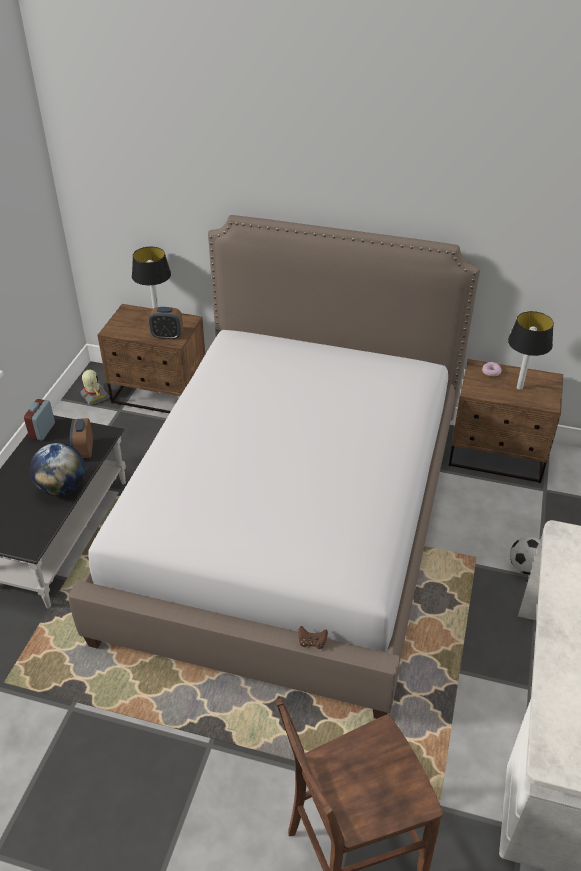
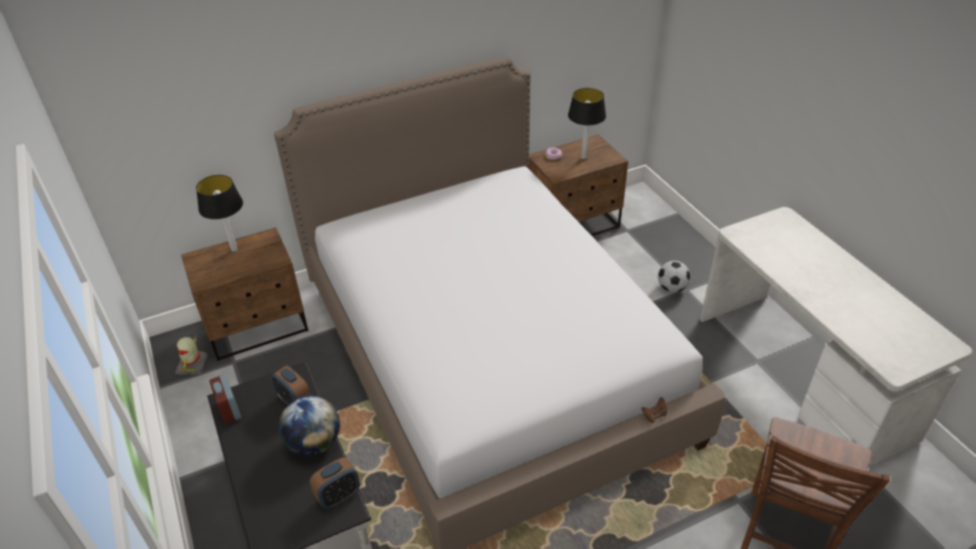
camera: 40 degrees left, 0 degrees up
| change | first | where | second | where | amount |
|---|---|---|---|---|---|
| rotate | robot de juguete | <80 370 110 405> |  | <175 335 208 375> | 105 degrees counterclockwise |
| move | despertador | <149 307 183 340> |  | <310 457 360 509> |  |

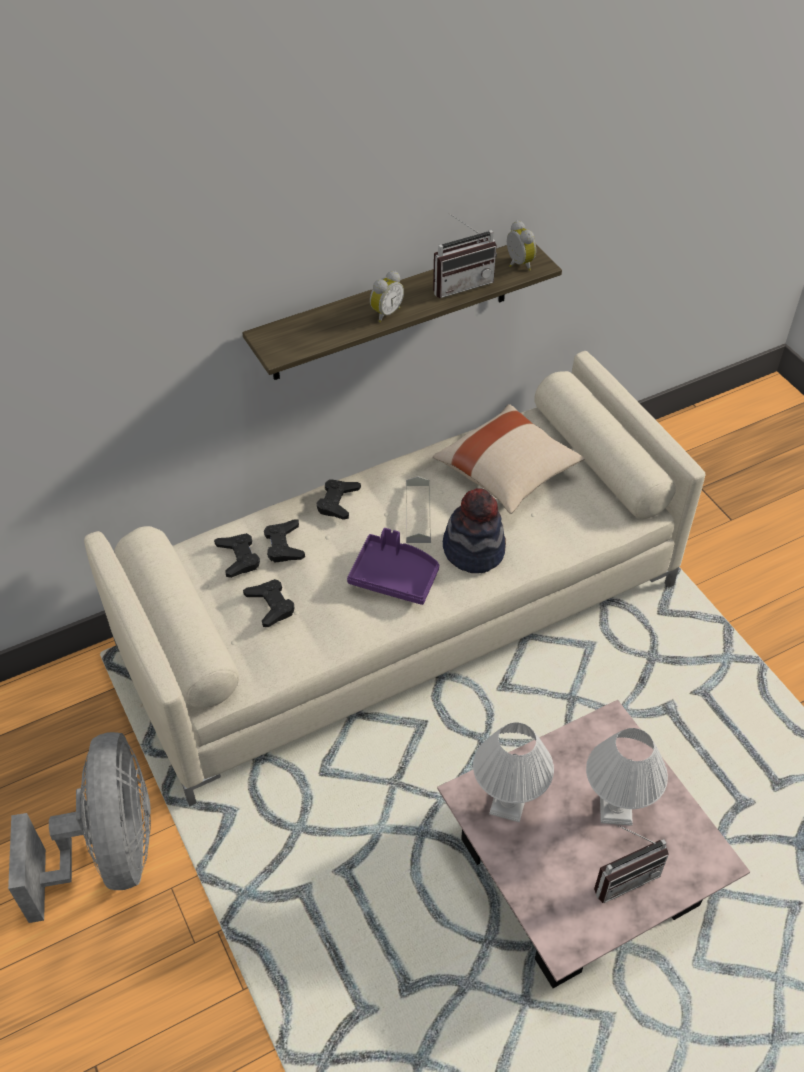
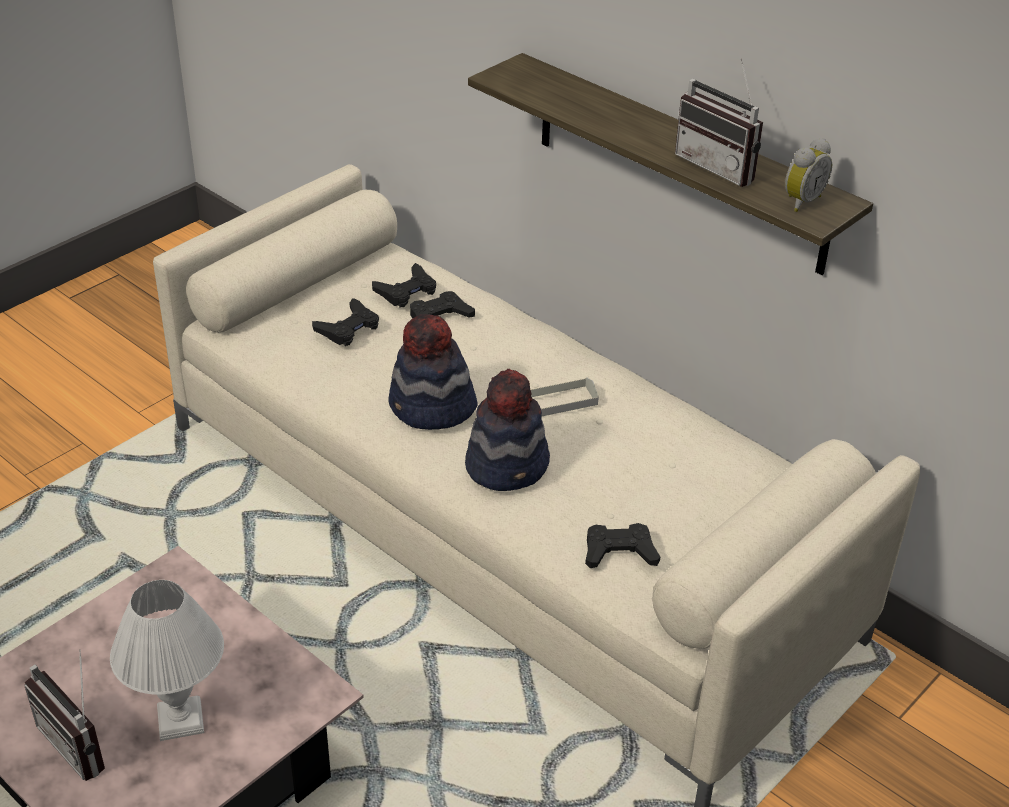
camera: 70 degrees right, 10 degrees down
| change | first | where | second | where | amount |
|---|---|---|---|---|---|
| delete | ventilador (gris) | <8 732 151 923> |  |  |  |
| move | mando de consola (negro) | <317 479 361 520> |  | <585 523 660 568> |  |
| replace | bandeja (morado) | <347 528 439 605> | sombrero | <388 314 477 430> |  |
| delete | despertador | <370 271 404 322> |  |  |  |
| delete | cojín (beis) | <433 404 585 514> |  |  |  |
| delete | lámpara de mesa (blanco) | <473 722 554 822> |  |  |  |

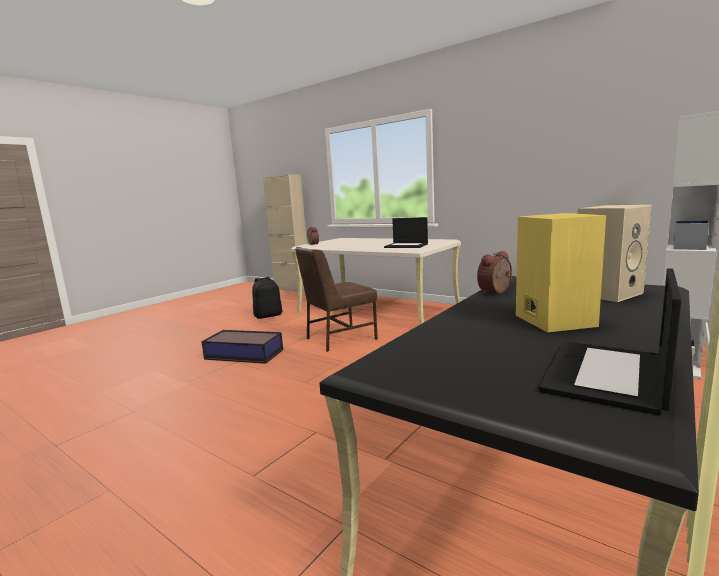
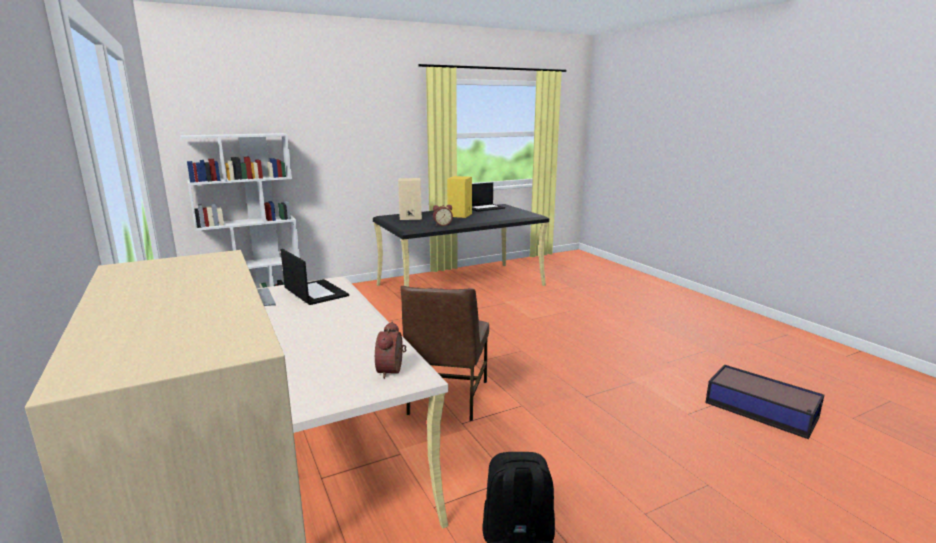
camera: 155 degrees left, 5 degrees up
| change | first | where | second | where | amount |
|---|---|---|---|---|---|
| move | caja de almacenaje | <201 330 283 364> |  | <705 365 824 439> |  |
| rotate | silla (marrón) | <295 247 378 352> |  | <400 286 489 421> | 105 degrees clockwise |

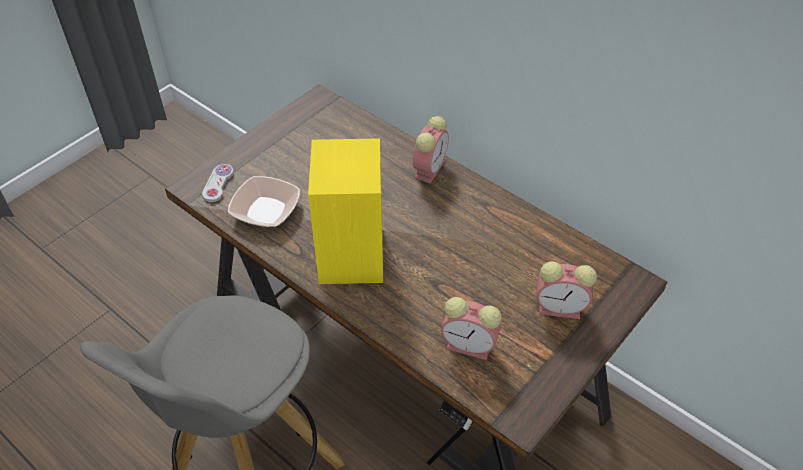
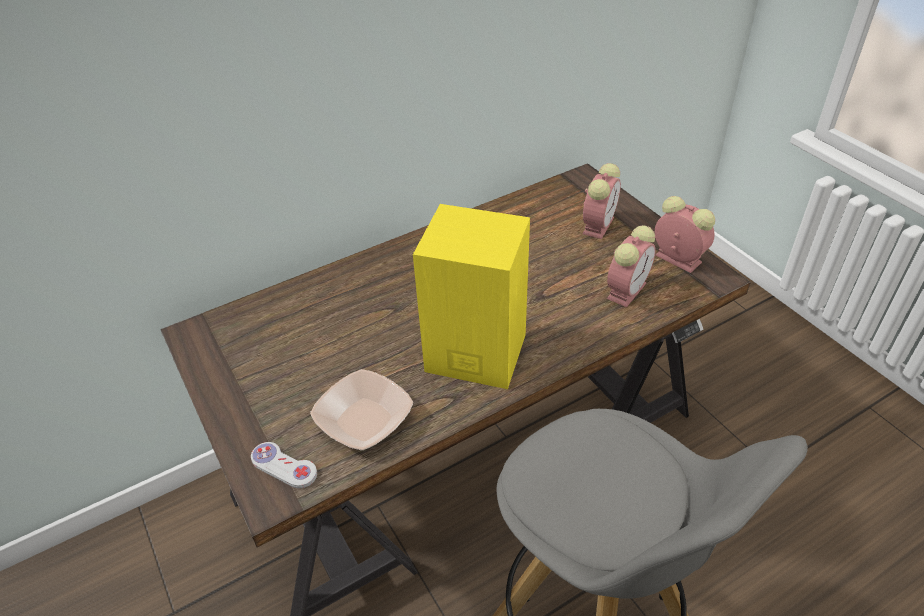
camera: 70 degrees left, 5 degrees down
| change | first | where | second | where | amount |
|---|---|---|---|---|---|
| move | despertador | <413 116 449 184> |  | <655 196 715 273> |  |

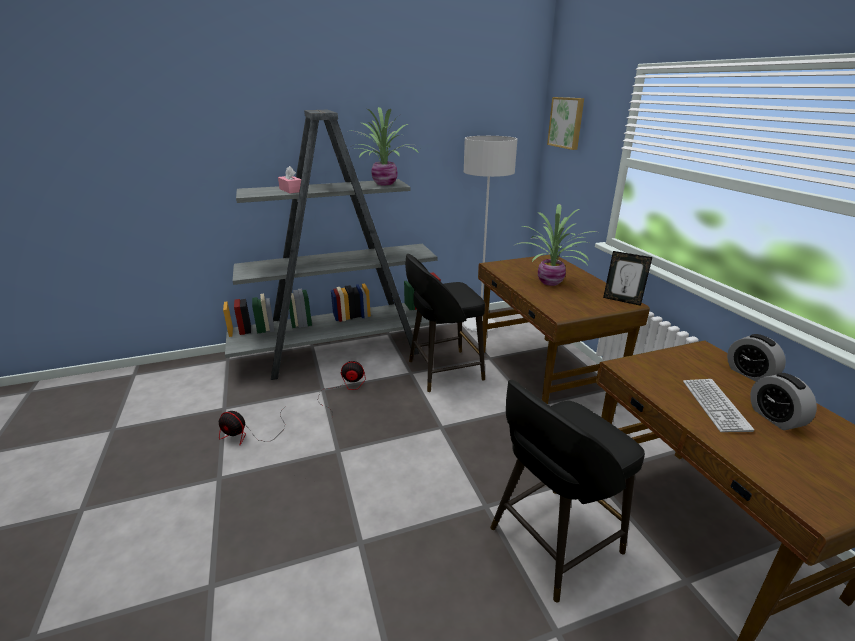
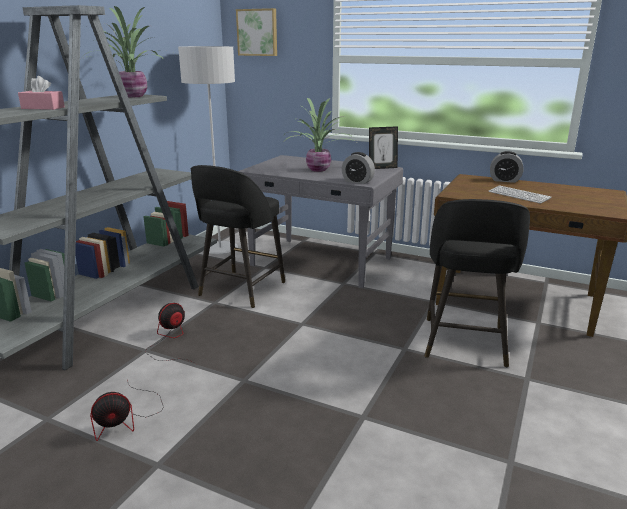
camera: 45 degrees left, 5 degrees down
| change | first | where | second | where | amount |
|---|---|---|---|---|---|
| recolor | escritorio (marrón) | <478 255 650 404> | escritorio (gris) | <238 155 403 288> |  |
| move | despertador | <750 373 817 430> |  | <342 152 375 184> |  |

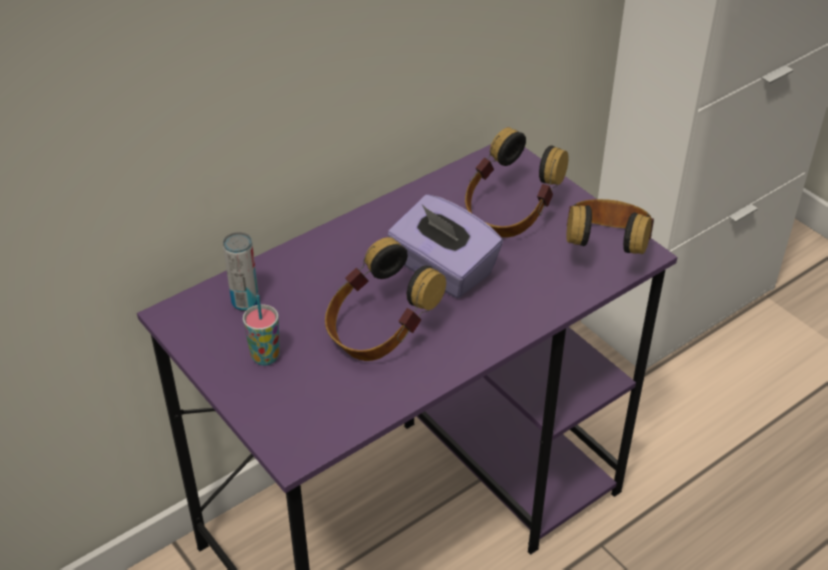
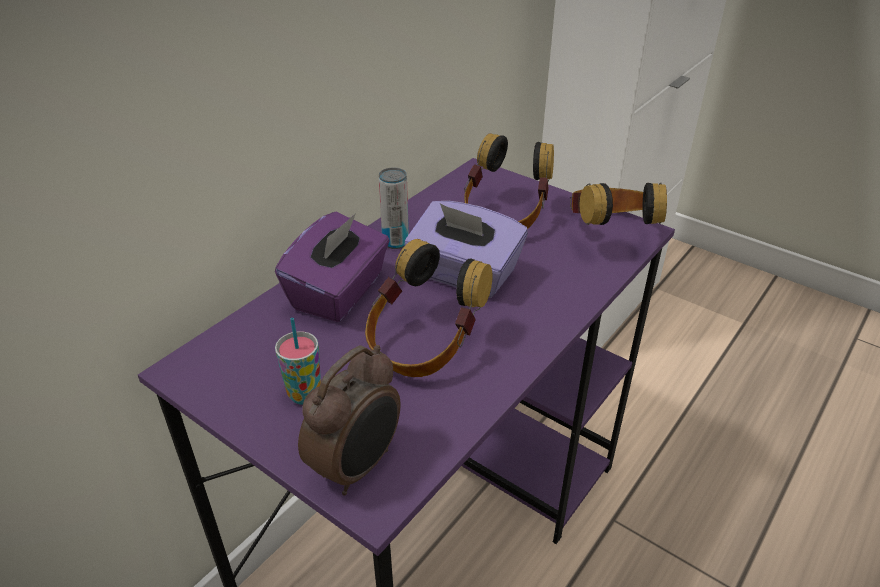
camera: 15 degrees left, 5 degrees down
| change | first | where | second | where | amount |
|---|---|---|---|---|---|
| move | lata | <223 232 259 311> |  | <379 168 409 249> |  |
| insert |  |  | caja de pañuelos (morado) | <275 212 390 322> |  |
| insert |  |  | despertador | <298 345 400 495> |  |

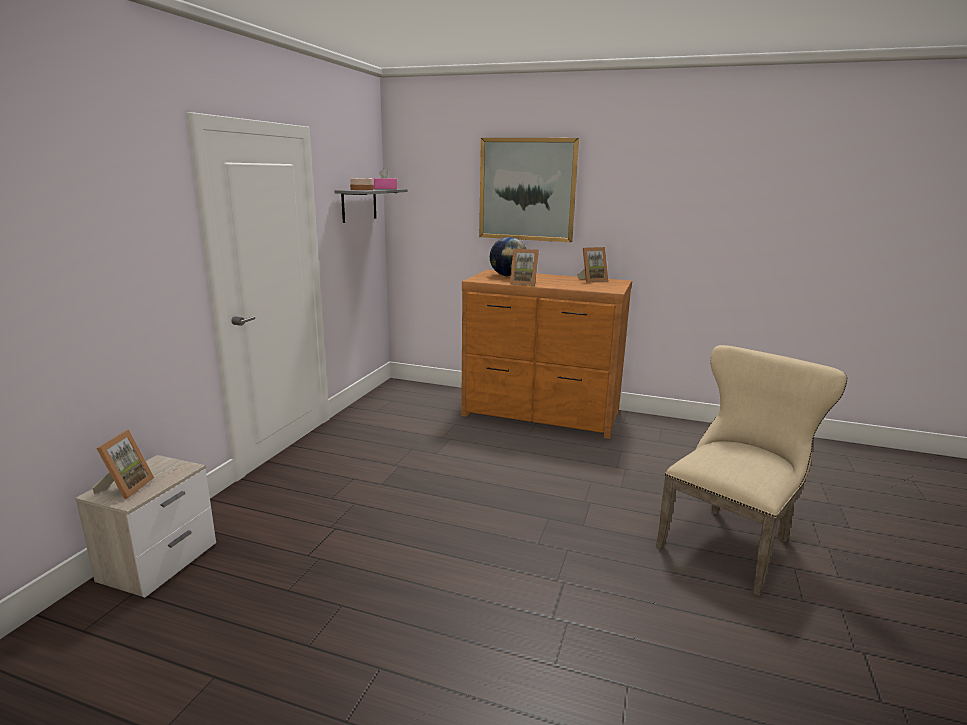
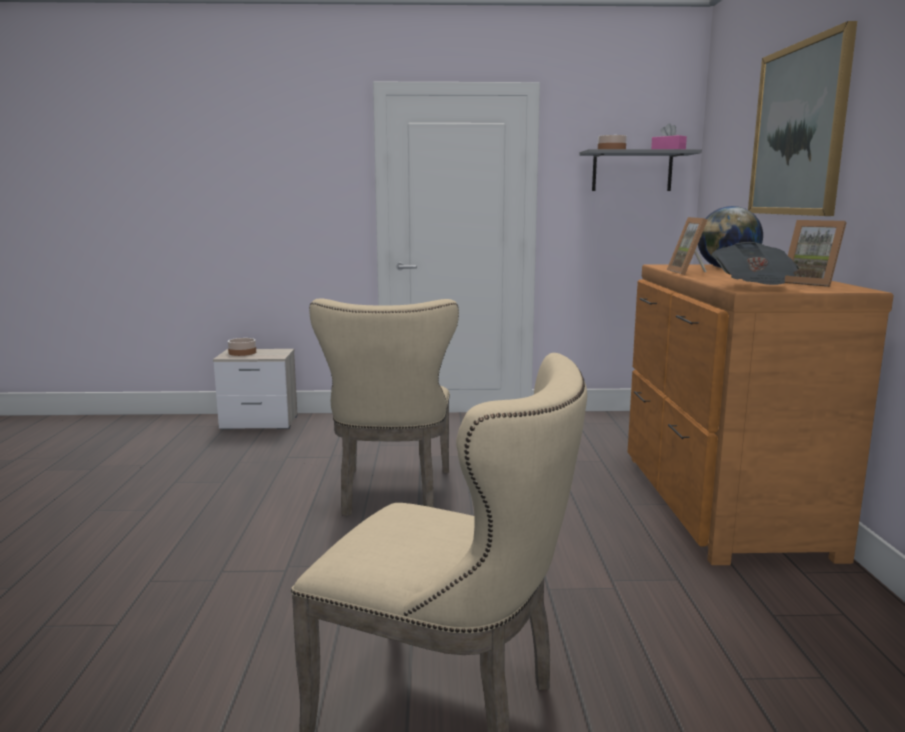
camera: 70 degrees right, 5 degrees down
| change | first | where | second | where | amount |
|---|---|---|---|---|---|
| replace | portarretratos | <93 430 154 499> | cuenco | <228 338 256 356> |  |
| insert |  |  | silla (beis) | <309 298 459 517> |  |
| insert |  |  | periódico | <712 242 799 285> |  |

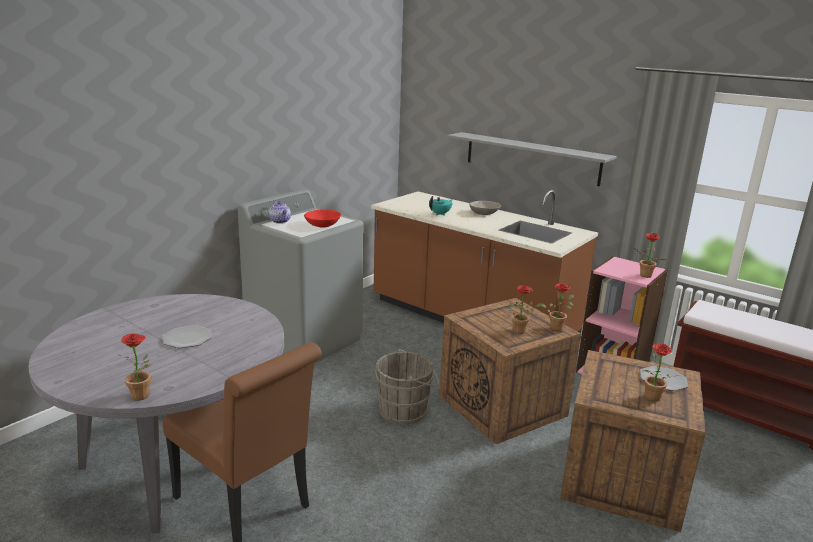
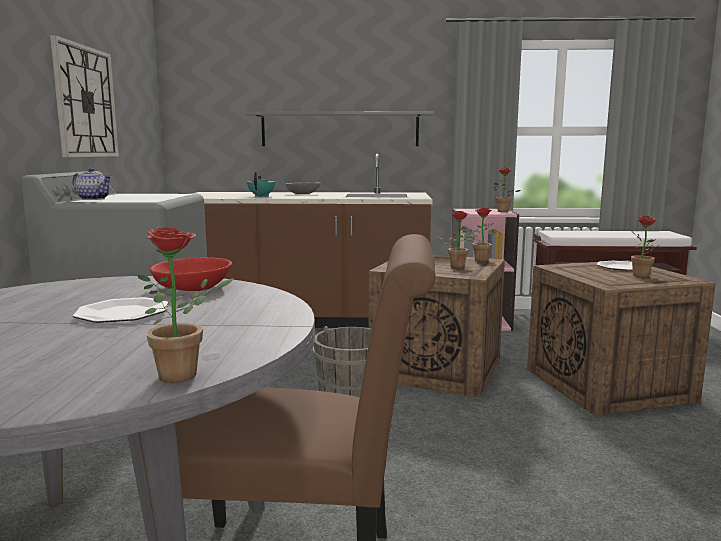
camera: 35 degrees left, 10 degrees down
| change | first | where | second | where | amount |
|---|---|---|---|---|---|
| move | cuenco (rojo) | <304 209 341 228> |  | <150 257 232 291> |  |
| insert |  |  | reloj de pared | <50 35 119 157> |  |

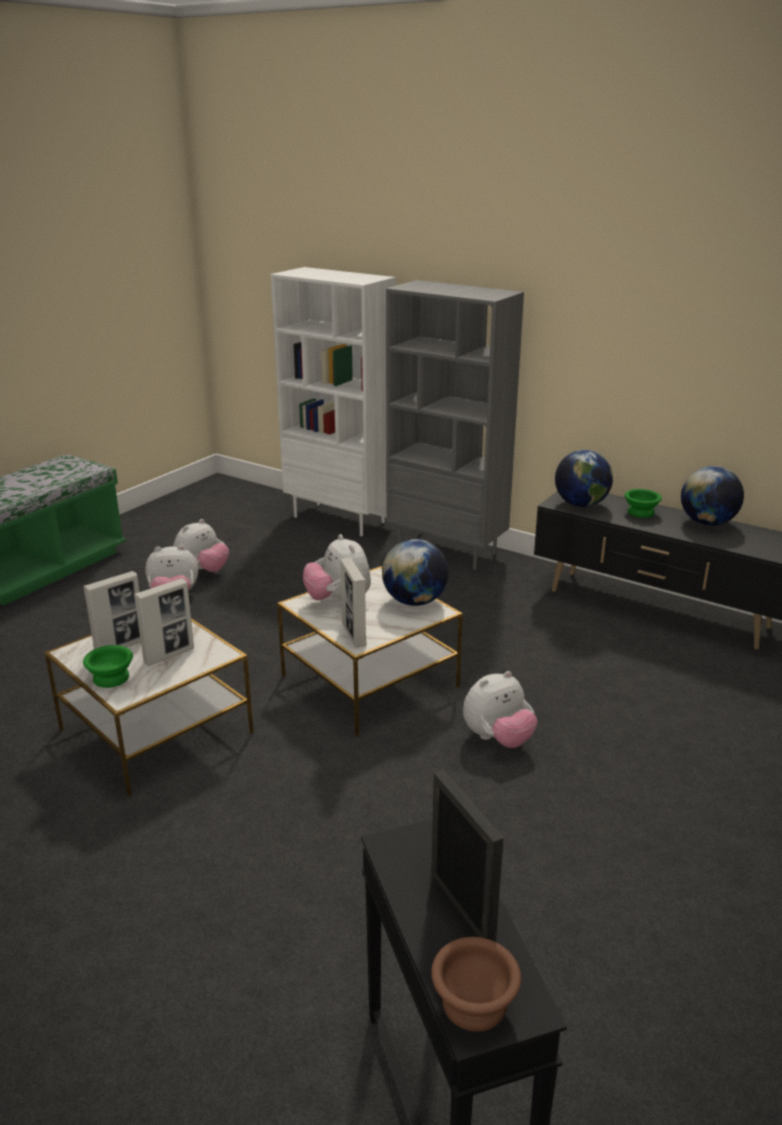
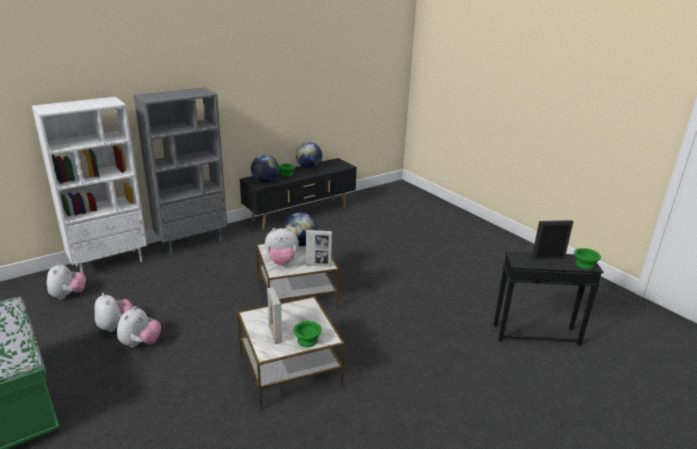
camera: 70 degrees left, 0 degrees up
| change | first | where | second | where | amount |
|---|---|---|---|---|---|
| delete | portarretratos | <134 578 194 666> |  |  |  |
| recolor | cuenco (marrón) | <431 937 521 1032> | cuenco (verde) | <574 248 601 270> |  |
| move | peluche | <463 671 537 748> |  | <47 262 86 300> |  |

